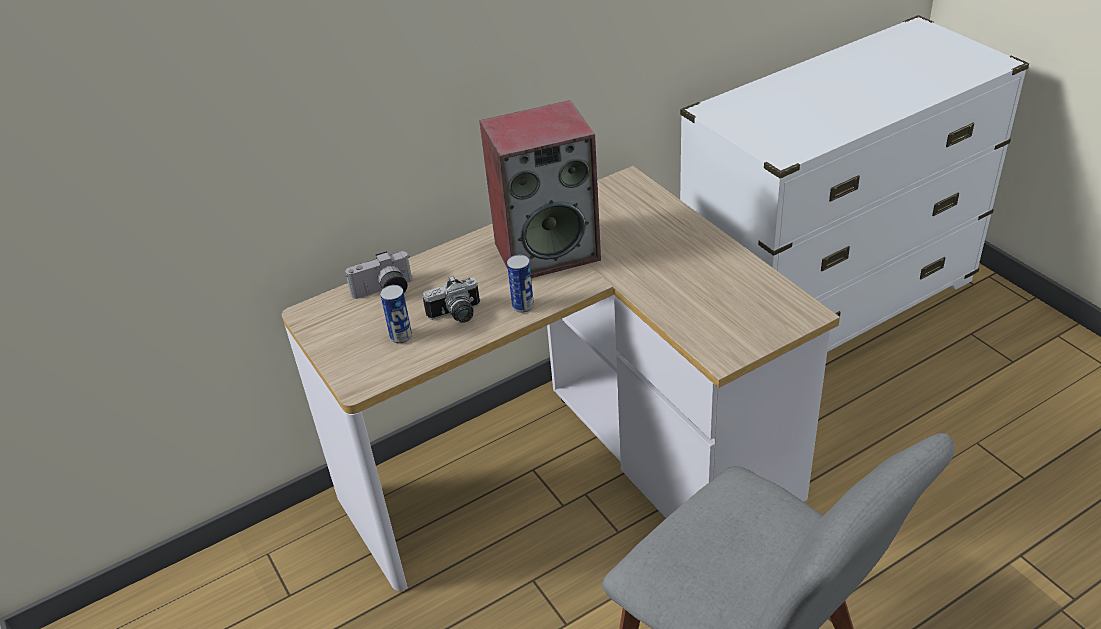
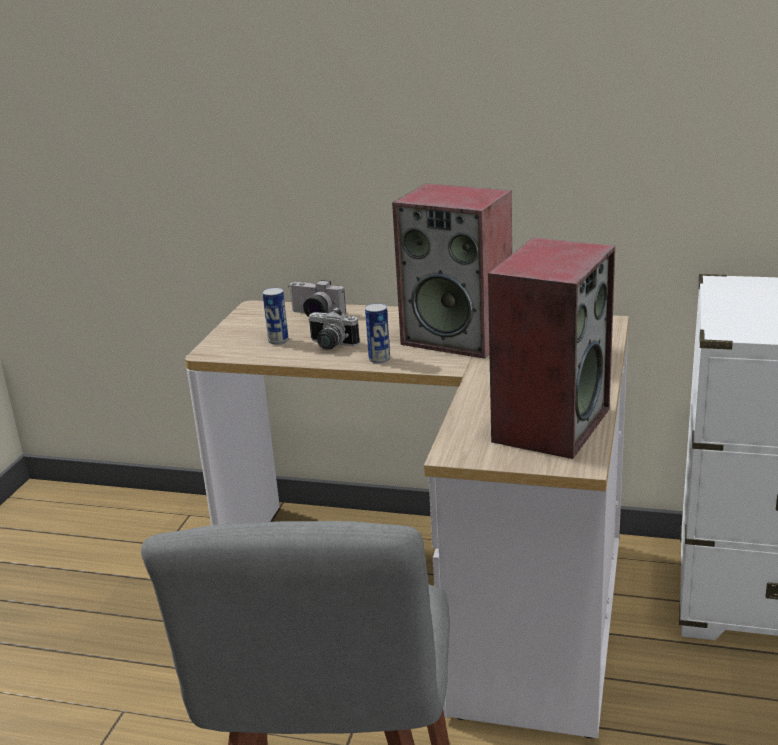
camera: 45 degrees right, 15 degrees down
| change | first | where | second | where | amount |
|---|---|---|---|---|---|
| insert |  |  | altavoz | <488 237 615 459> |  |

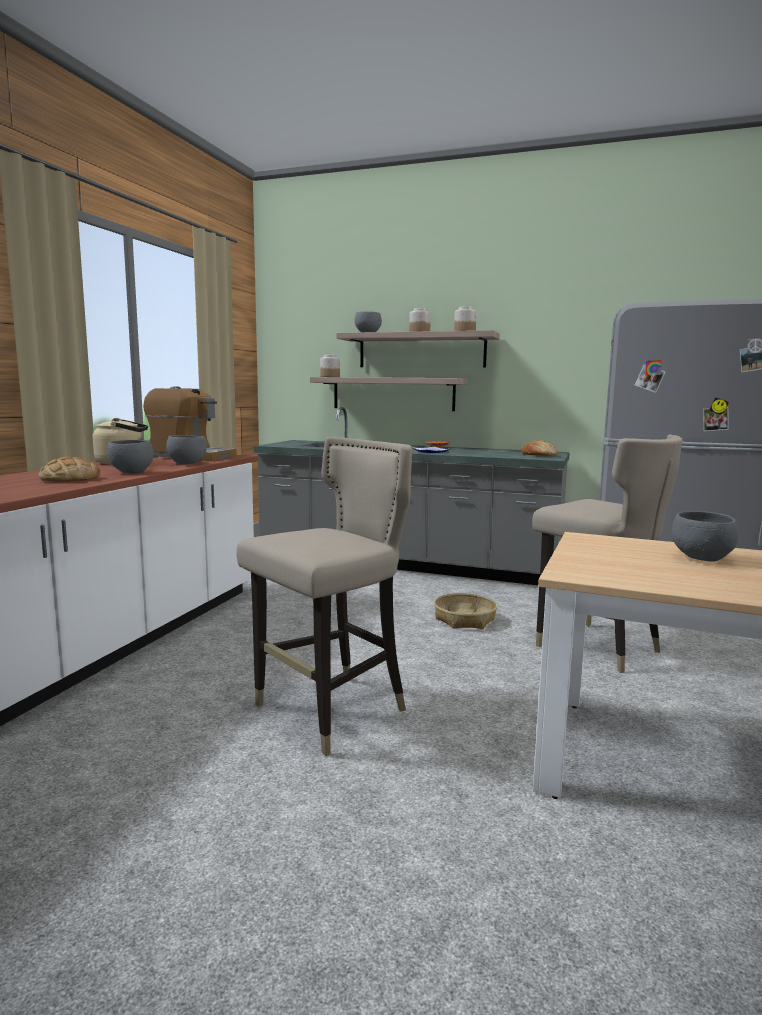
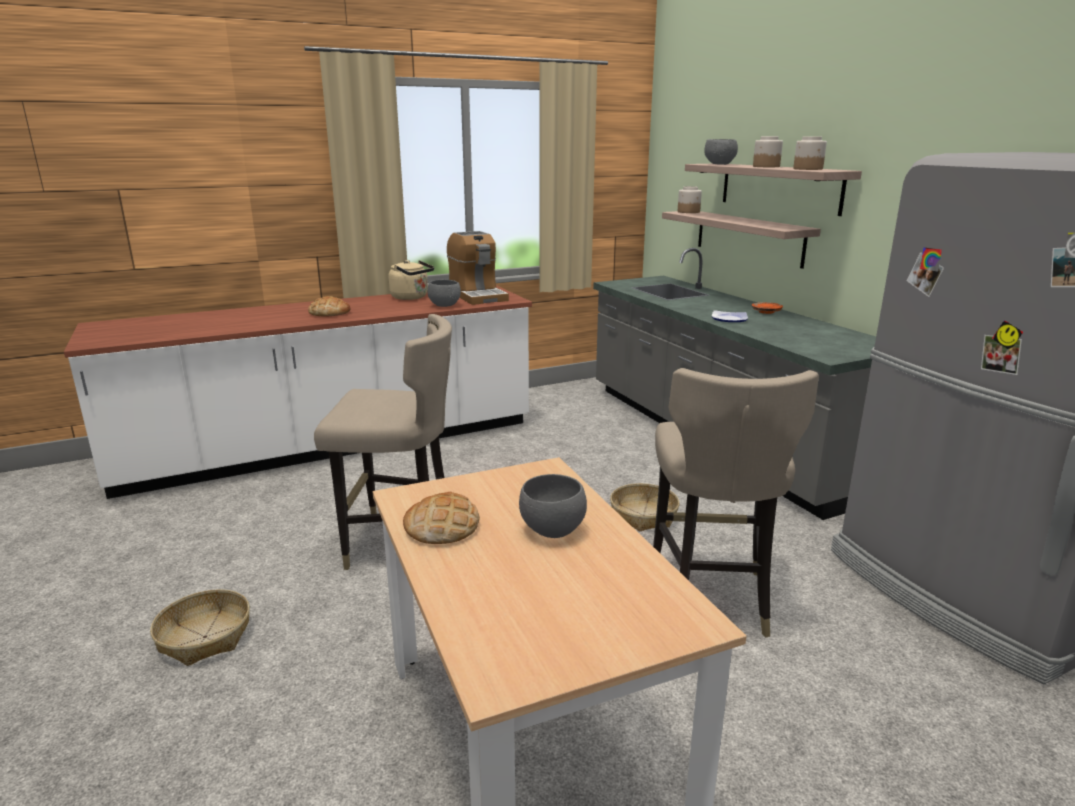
camera: 45 degrees right, 10 degrees up
| change | first | where | second | where | amount |
|---|---|---|---|---|---|
| delete | cuenco (gris) | <107 440 154 473> |  |  |  |
| move | pan | <521 440 557 456> |  | <403 492 480 544> |  |
| insert |  |  | cesta | <150 589 250 666> |  |

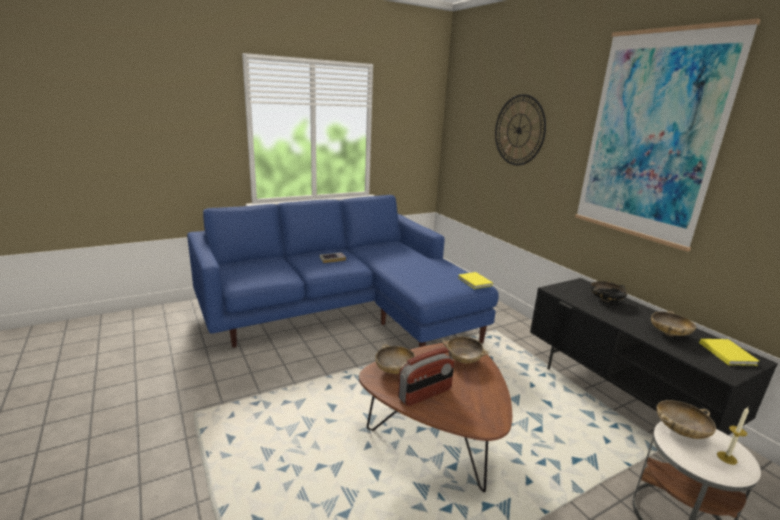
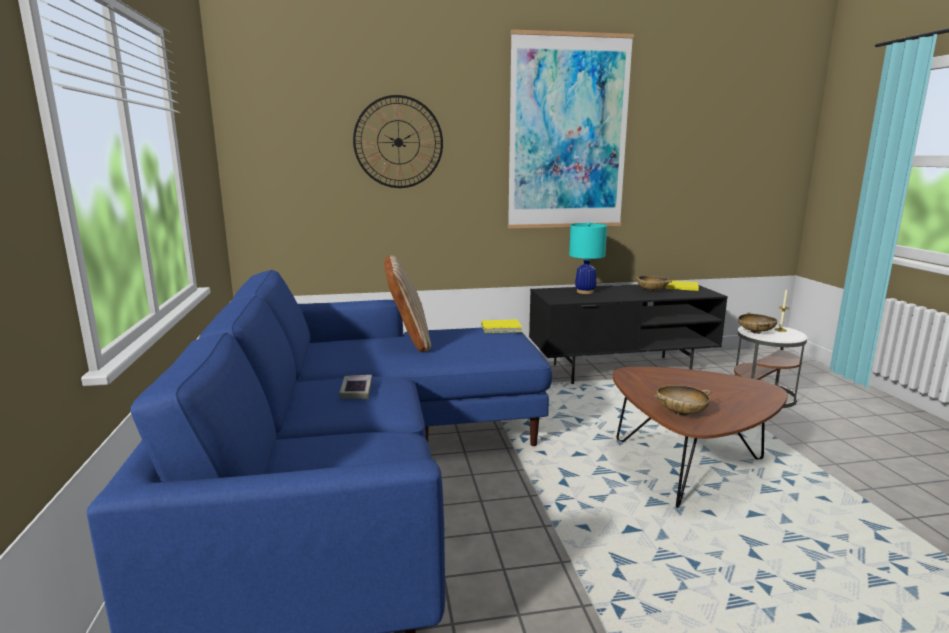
camera: 70 degrees left, 5 degrees down
| change | first | where | second | where | amount |
|---|---|---|---|---|---|
| delete | radio | <398 348 454 406> |  |  |  |
| delete | cuenco (beis) | <443 337 489 363> |  |  |  |
| replace | cuenco (negro) | <590 281 627 302> | lámpara de mesa (turquesa) | <569 222 607 294> |  |
| insert |  |  | cojín (beis) | <384 256 431 352> |  |

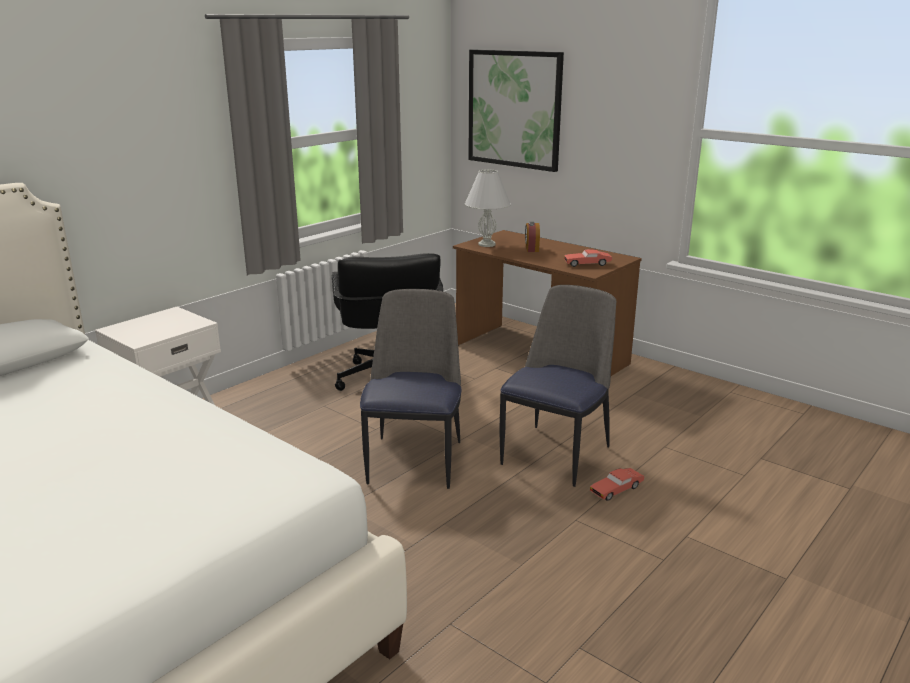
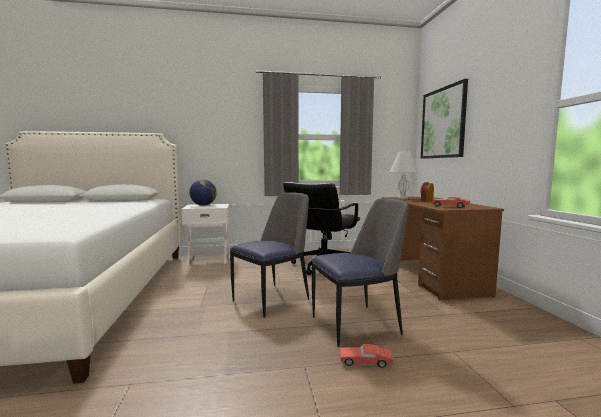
camera: 40 degrees right, 15 degrees down
| change | first | where | second | where | amount |
|---|---|---|---|---|---|
| insert |  |  | globo terráqueo | <190 179 217 206> |  |

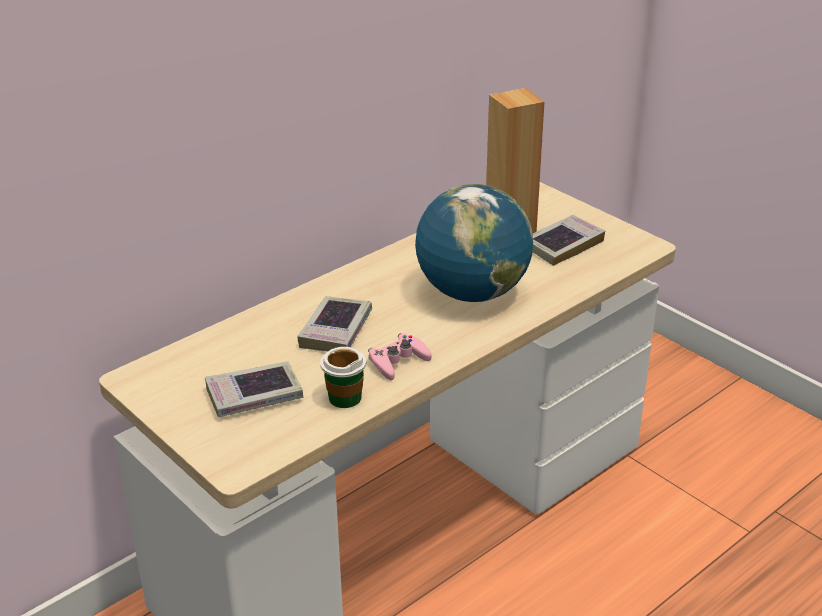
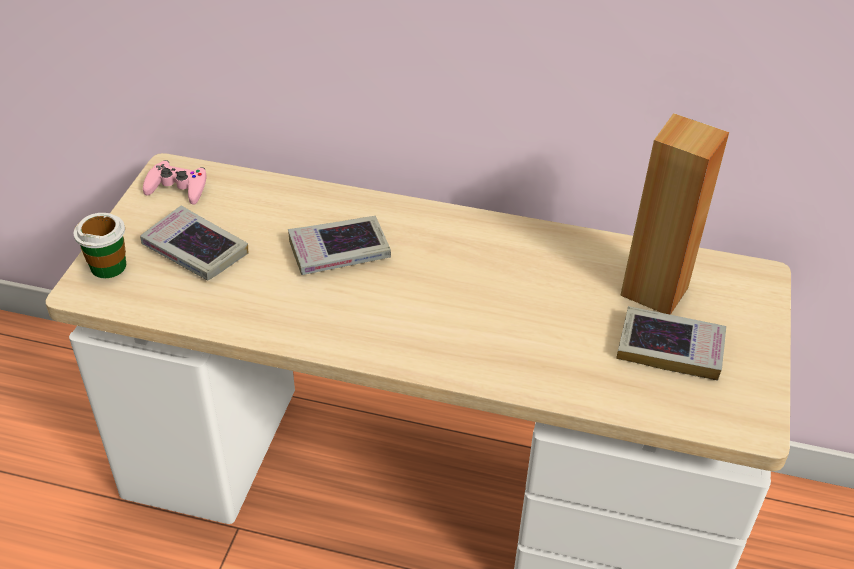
camera: 55 degrees right, 10 degrees up
| change | first | where | second | where | amount |
|---|---|---|---|---|---|
| move | taza | <320 347 366 408> |  | <74 213 126 278> |  |
| move | mando de consola (rosa) | <368 333 432 380> |  | <143 160 207 205> |  |
| delete | globo terráqueo | <415 184 533 302> |  |  |  |

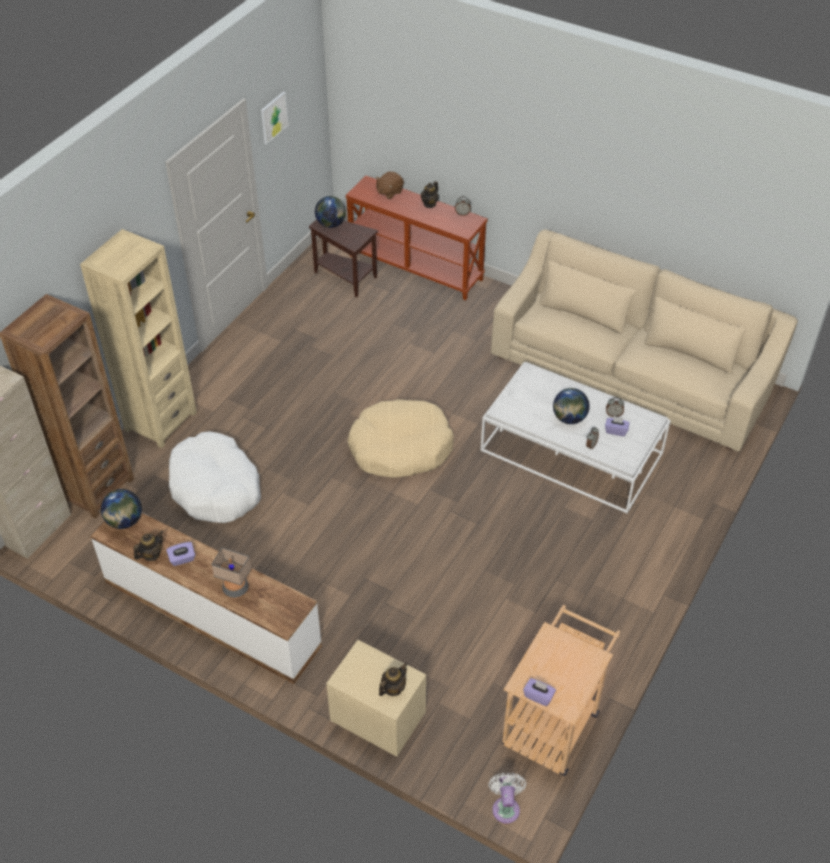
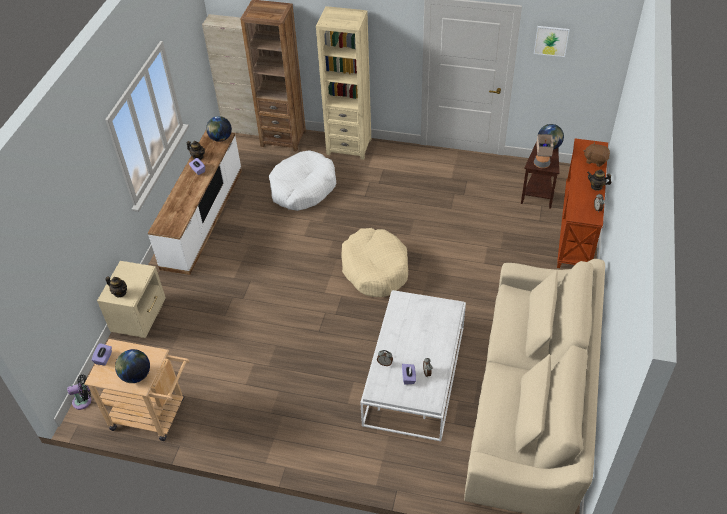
camera: 75 degrees right, 0 degrees up
| change | first | where | second | where | amount |
|---|---|---|---|---|---|
| move | lámpara de mesa | <211 547 251 599> |  | <534 134 554 168> |  |
| recolor | ventilador (blanco) | <488 773 526 824> | ventilador (negro) | <67 375 91 410> |  |
| move | globo terráqueo | <553 388 590 424> |  | <115 349 150 383> |  |

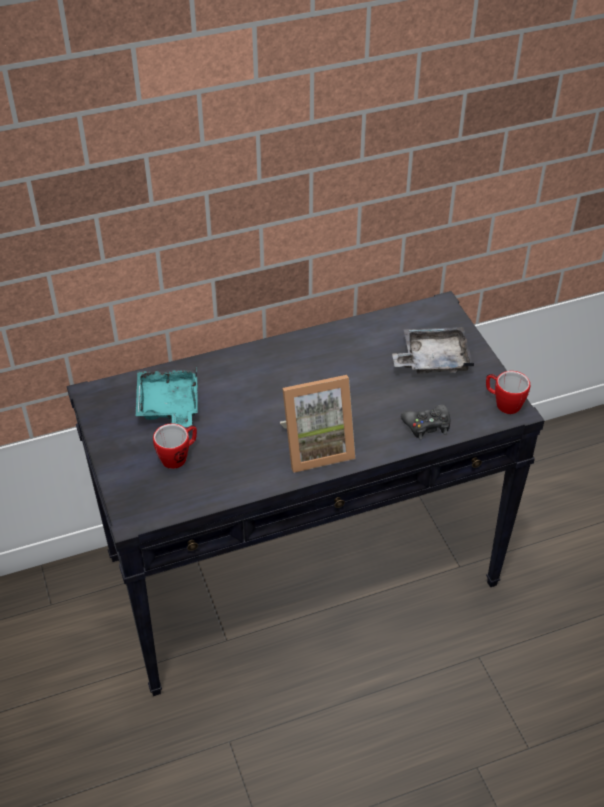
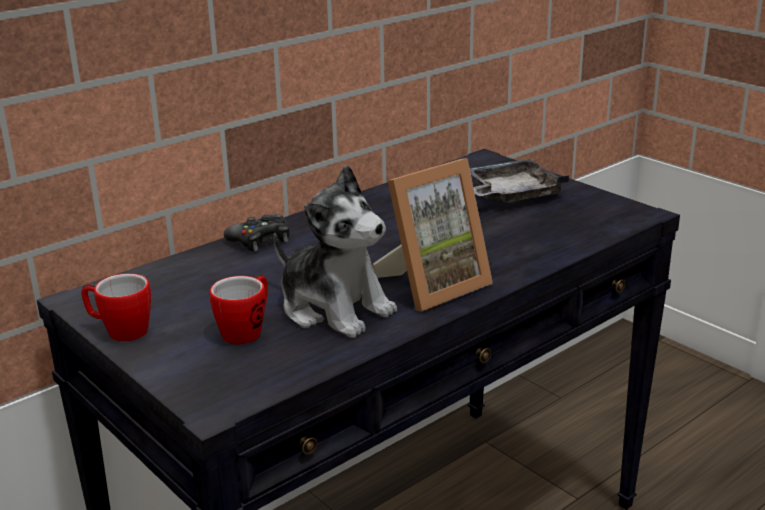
camera: 20 degrees left, 20 degrees down
| change | first | where | second | where | amount |
|---|---|---|---|---|---|
| delete | bandeja (turquesa) | <136 365 198 427> |  |  |  |
| move | mando de consola (negro) | <401 405 450 440> |  | <224 214 289 251> |  |
| move | taza grande | <486 371 530 414> |  | <81 273 151 341> |  |
| insert |  |  | peluche | <273 165 397 338> |  |

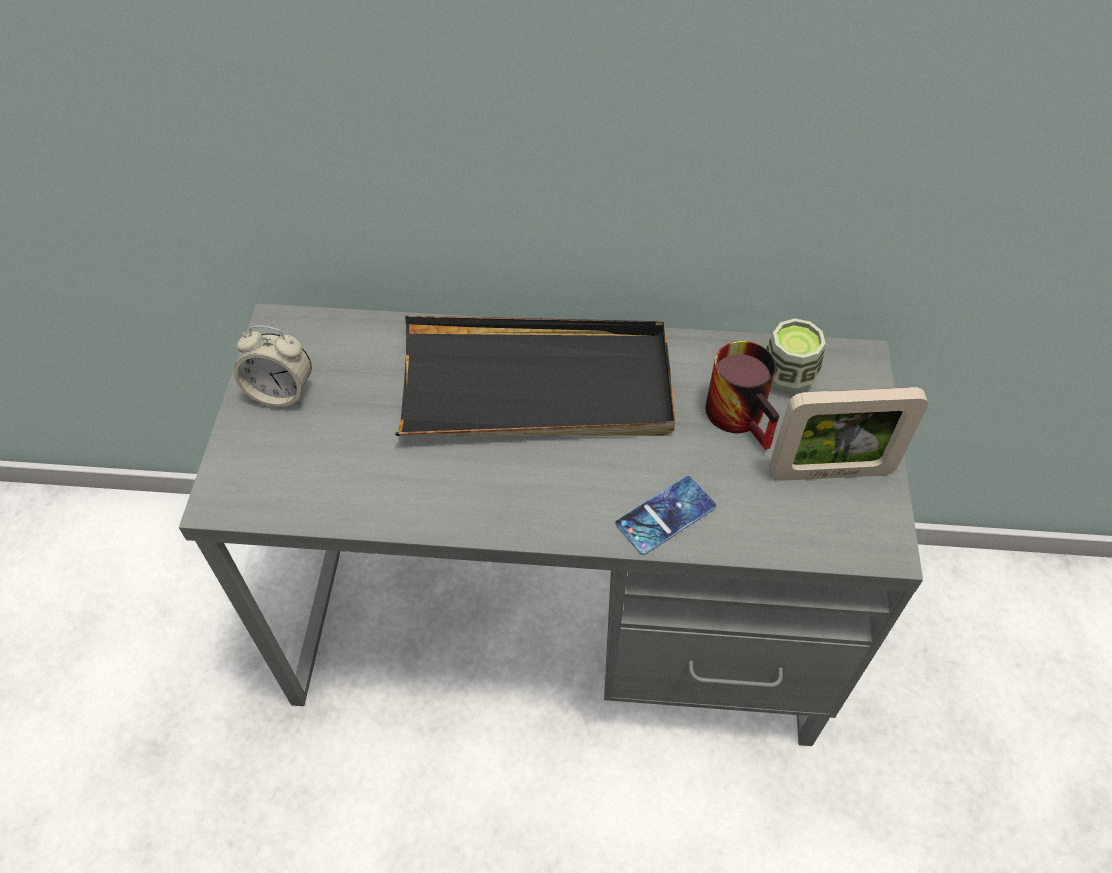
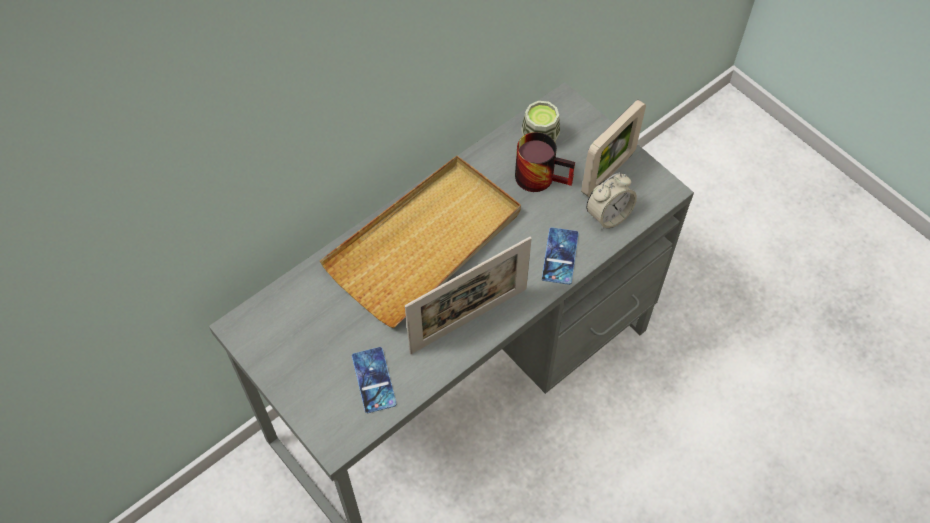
camera: 45 degrees left, 5 degrees up
| change | first | where | second | where | amount |
|---|---|---|---|---|---|
| move | despertador | <233 325 312 407> |  | <586 172 637 230> |  |
| recolor | bandeja (negro) | <395 316 676 436> | bandeja (beis) | <320 156 521 328> |  |
| insert |  |  | móvil | <352 347 397 413> |  |
| insert |  |  | portarretratos | <405 237 532 354> |  |

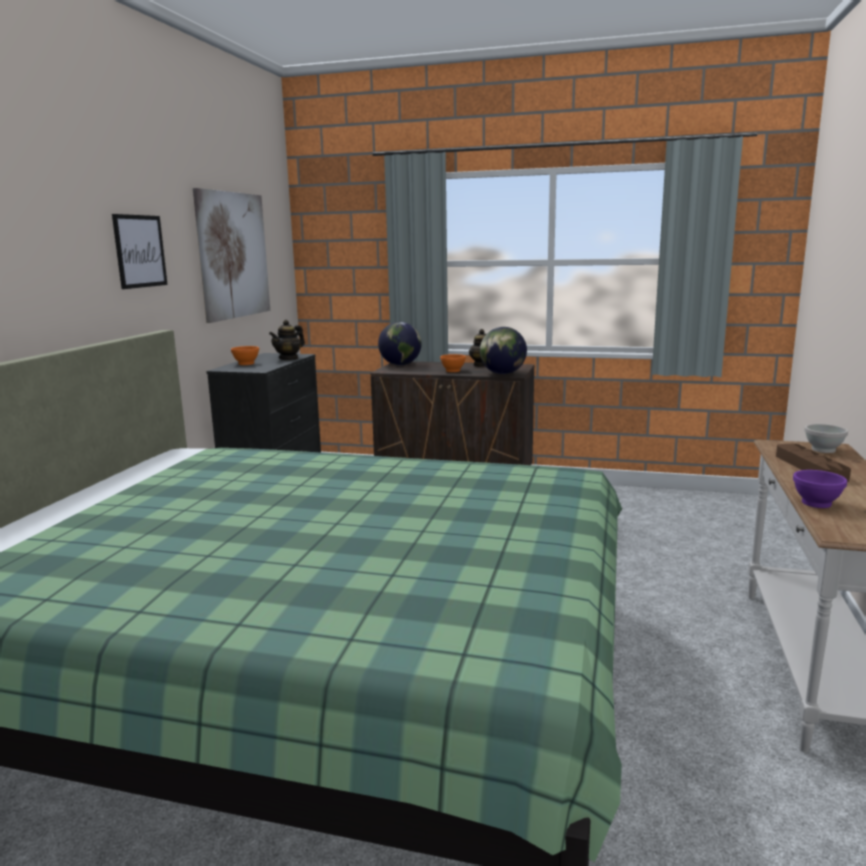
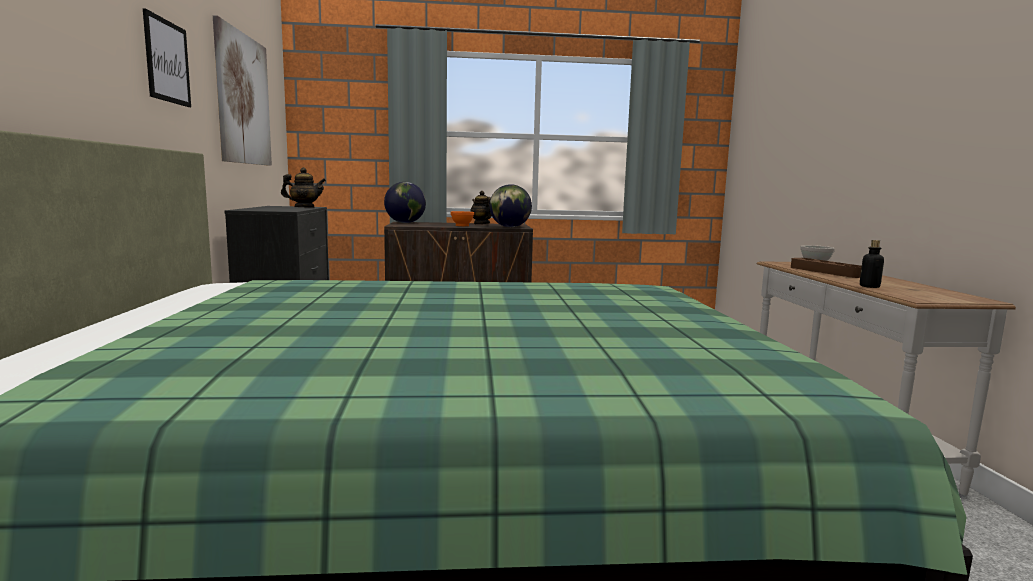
camera: 20 degrees left, 5 degrees down
| change | first | where | second | where | amount |
|---|---|---|---|---|---|
| delete | cuenco (naranja) | <231 346 259 365> |  |  |  |
| rotate | tetera | <269 320 305 360> |  | <281 167 326 208> | 120 degrees counterclockwise |
| replace | cuenco (morado) | <793 470 847 508> | botella | <860 240 884 288> |  |

